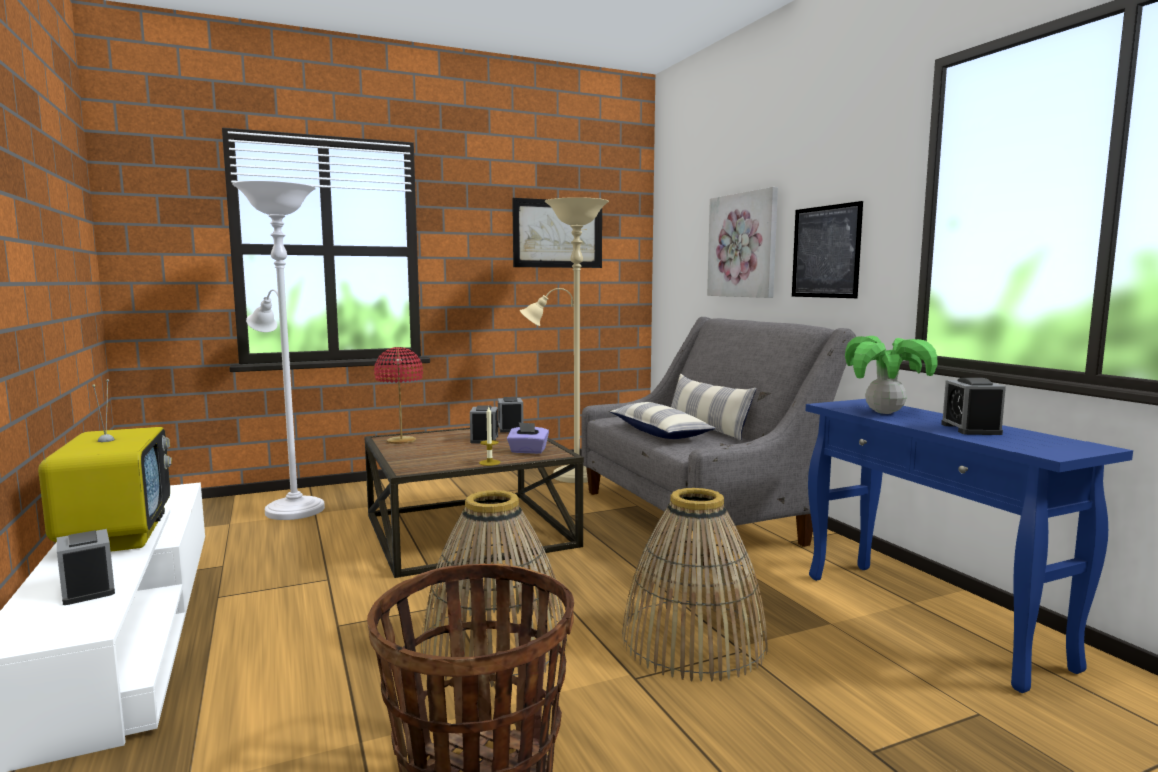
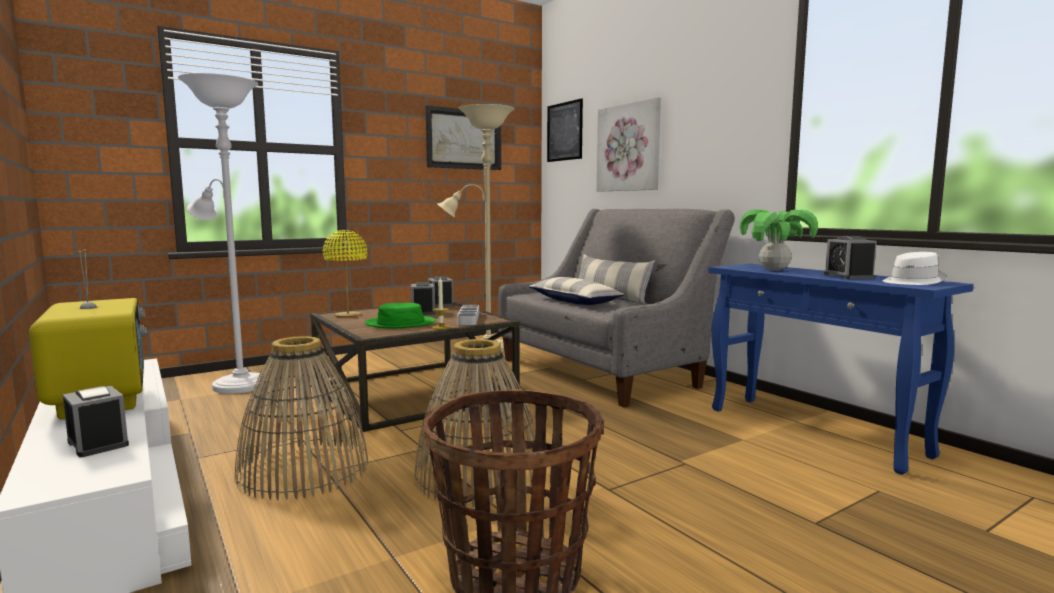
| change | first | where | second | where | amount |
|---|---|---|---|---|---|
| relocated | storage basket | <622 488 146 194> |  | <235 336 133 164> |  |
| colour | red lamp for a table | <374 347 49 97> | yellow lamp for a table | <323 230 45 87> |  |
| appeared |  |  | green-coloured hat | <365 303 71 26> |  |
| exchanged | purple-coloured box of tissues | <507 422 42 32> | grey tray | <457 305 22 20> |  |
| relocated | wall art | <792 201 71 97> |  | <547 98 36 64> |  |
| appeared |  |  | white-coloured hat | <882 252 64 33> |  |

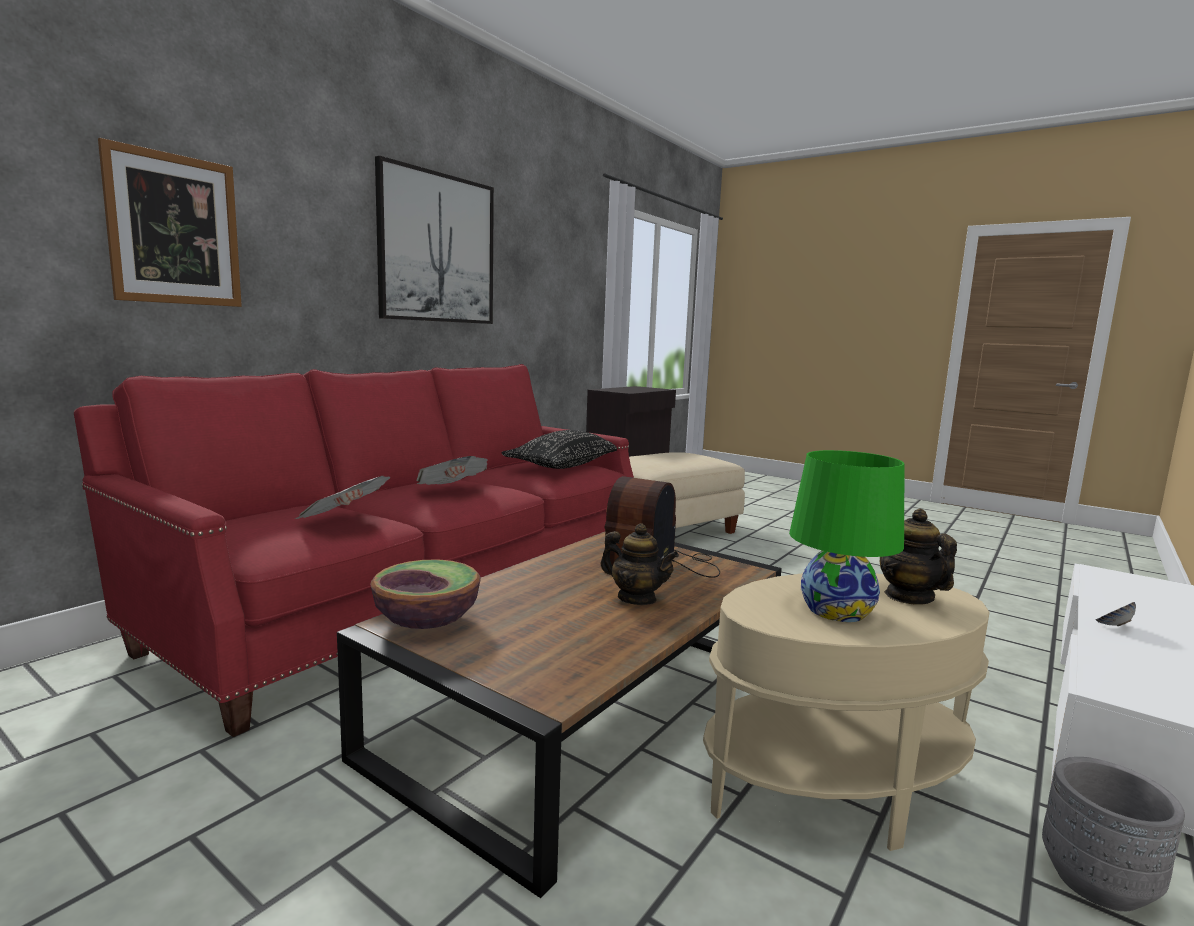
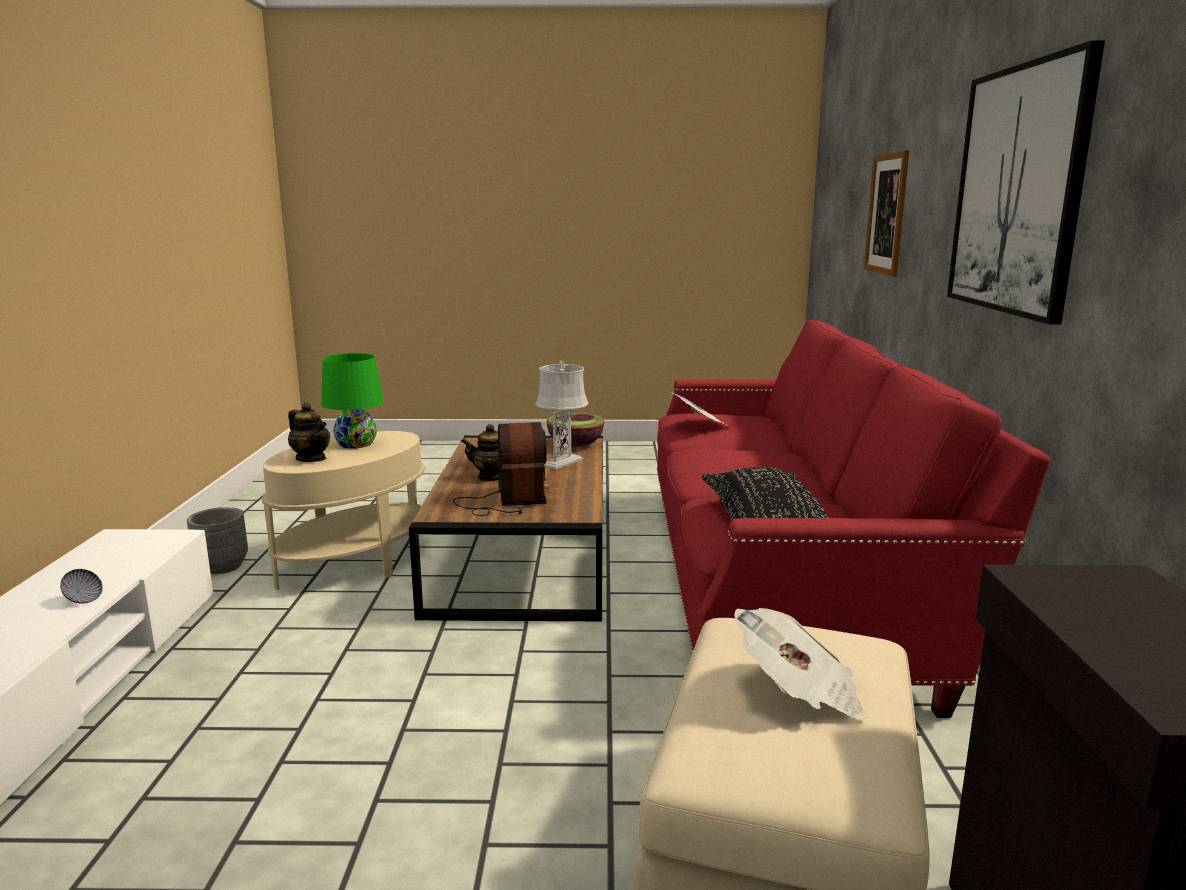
| change | first | where | second | where | amount |
|---|---|---|---|---|---|
| appeared |  |  | grey lamp for a table | <535 360 53 109> |  |
| relocated | printed paper | <417 456 70 29> |  | <734 608 132 112> |  |

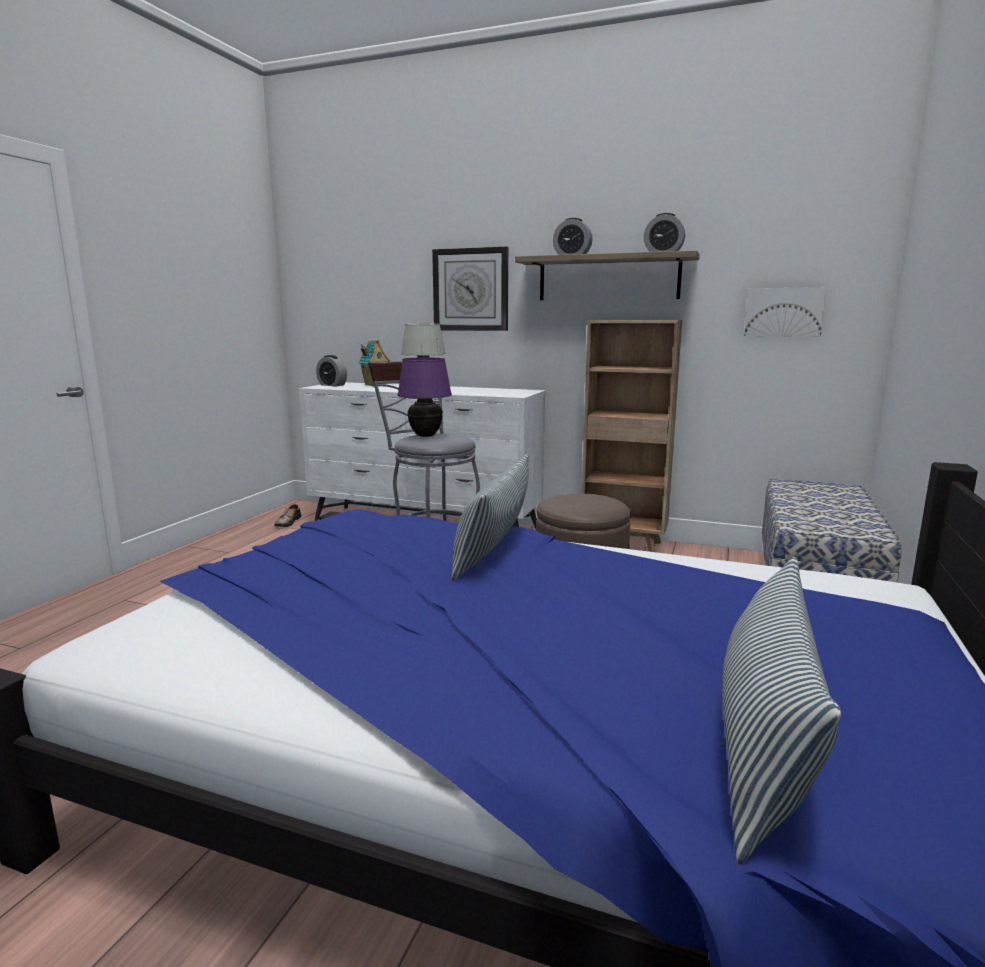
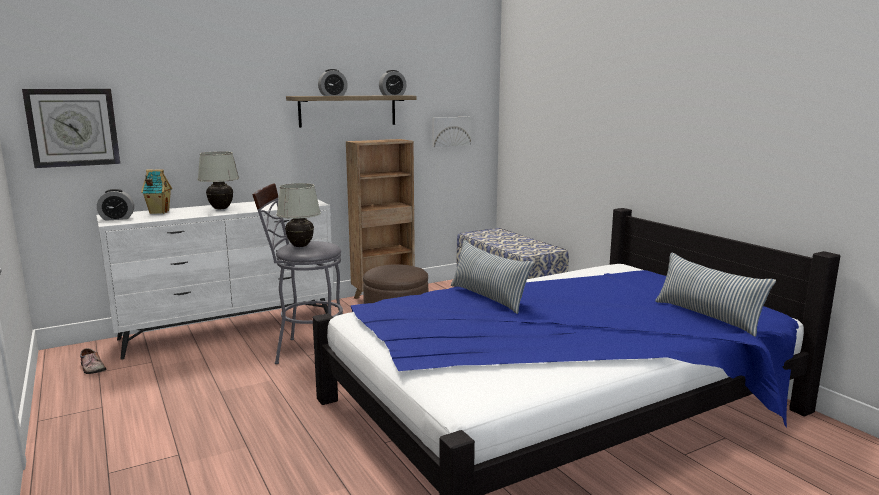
| change | first | where | second | where | amount |
|---|---|---|---|---|---|
| relocated | hanging clock | <432 247 76 84> |  | <22 89 98 79> |  |
| colour | purple-coloured lamp for a table | <397 358 55 79> | white-coloured lamp for a table | <276 183 45 64> |  |

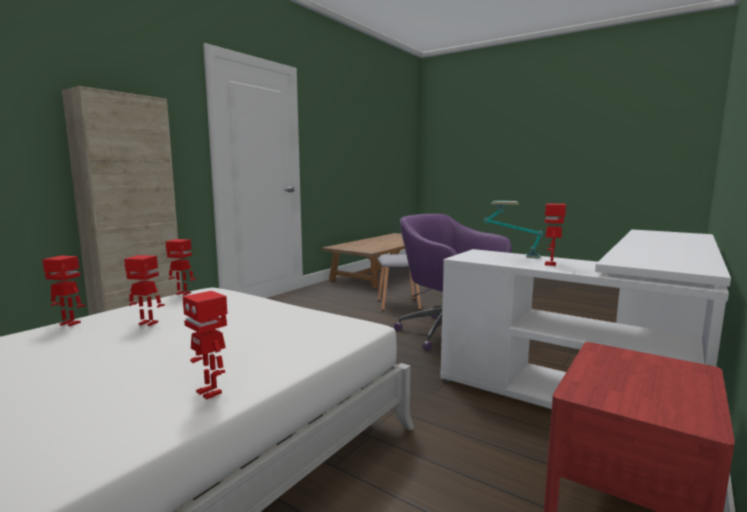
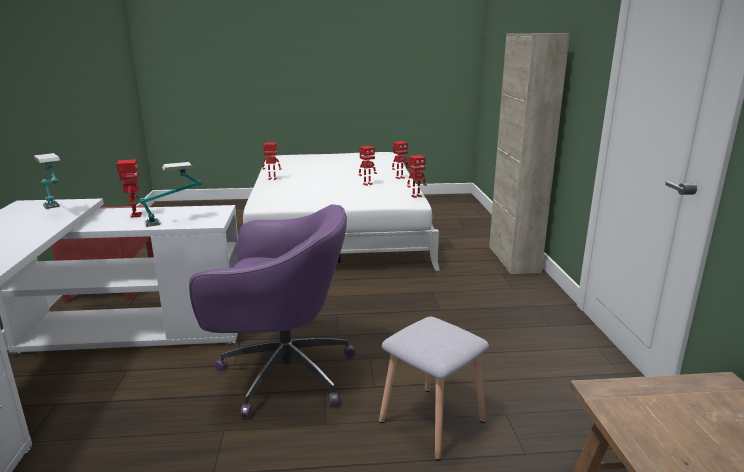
| change | first | where | second | where | amount |
|---|---|---|---|---|---|
| appeared |  |  | lamp for a table | <34 153 26 56> |  |

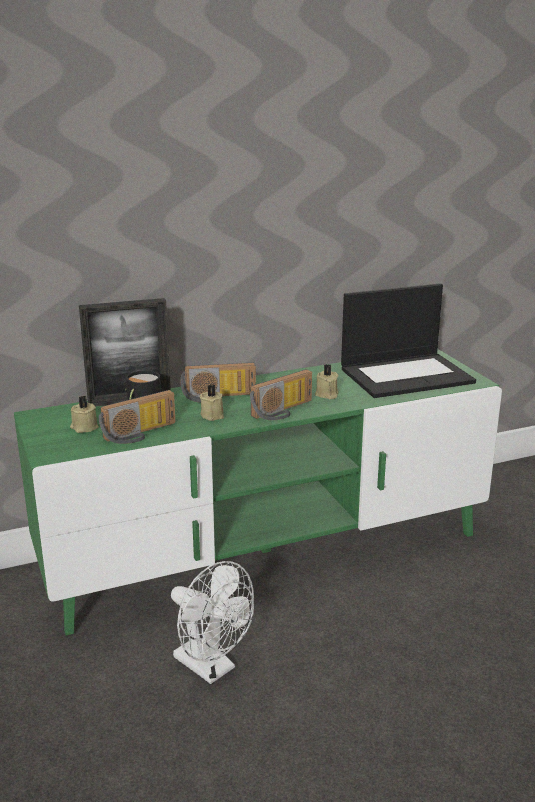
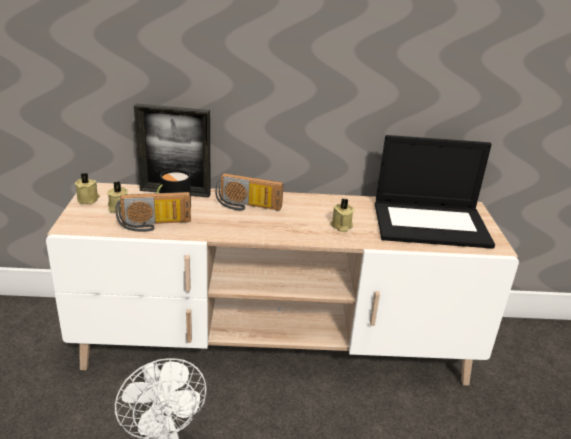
| change | first | where | second | where | amount |
|---|---|---|---|---|---|
| colour | green-coloured media console | <14 349 488 287> | beige-coloured media console | <46 183 473 203> |  |
| relocated | beige-coloured wax candle | <200 384 24 37> |  | <75 173 25 31> |  |
| missing | radio receiver | <250 369 62 51> |  |  |  |

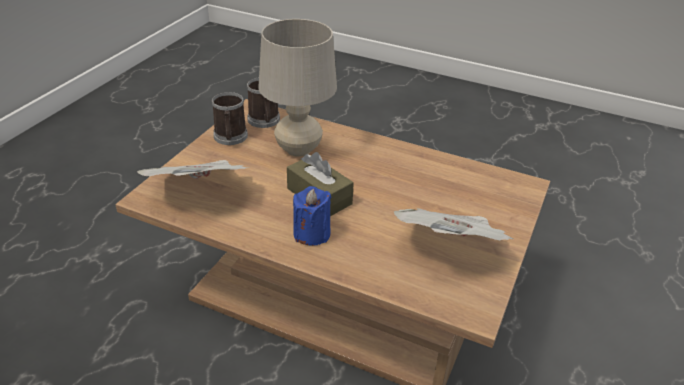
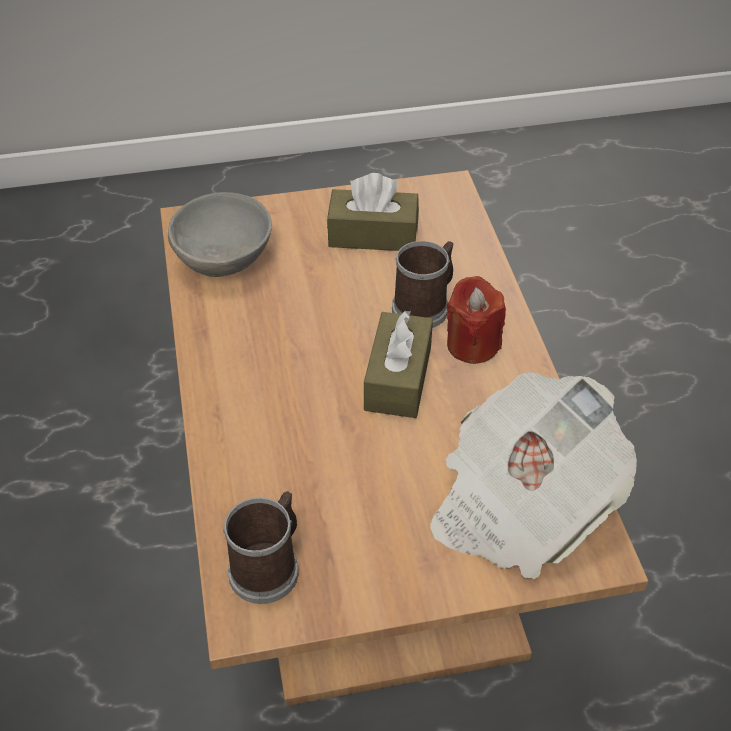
| change | first | where | second | where | amount |
|---|---|---|---|---|---|
| appeared |  |  | grey bowl | <168 192 104 85> |  |
| exchanged | printed paper | <394 208 119 32> | brown box of tissues | <327 173 92 78> |  |
| relocated | mug | <211 92 37 53> |  | <392 241 61 87> |  |
| colour | blue wax candle | <293 186 38 60> | red wax candle | <446 276 60 88> |  |
| missing | beige-coloured lamp for a table | <259 19 78 138> |  |  |  |

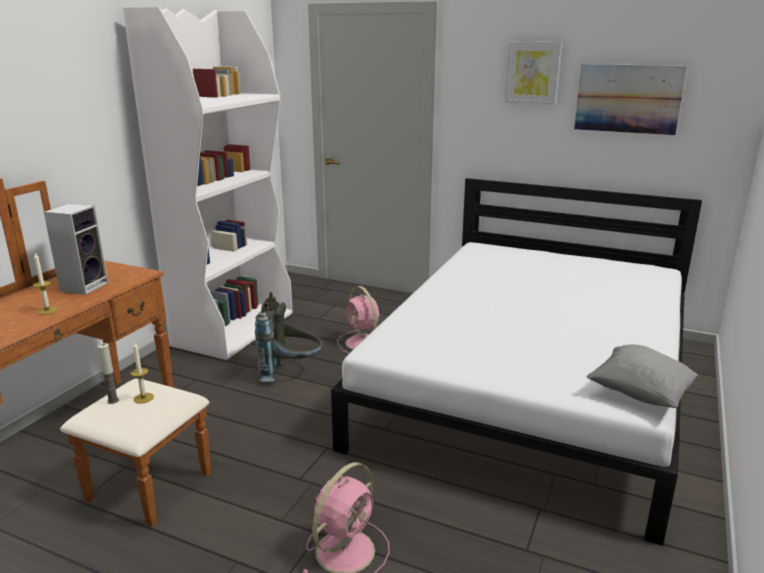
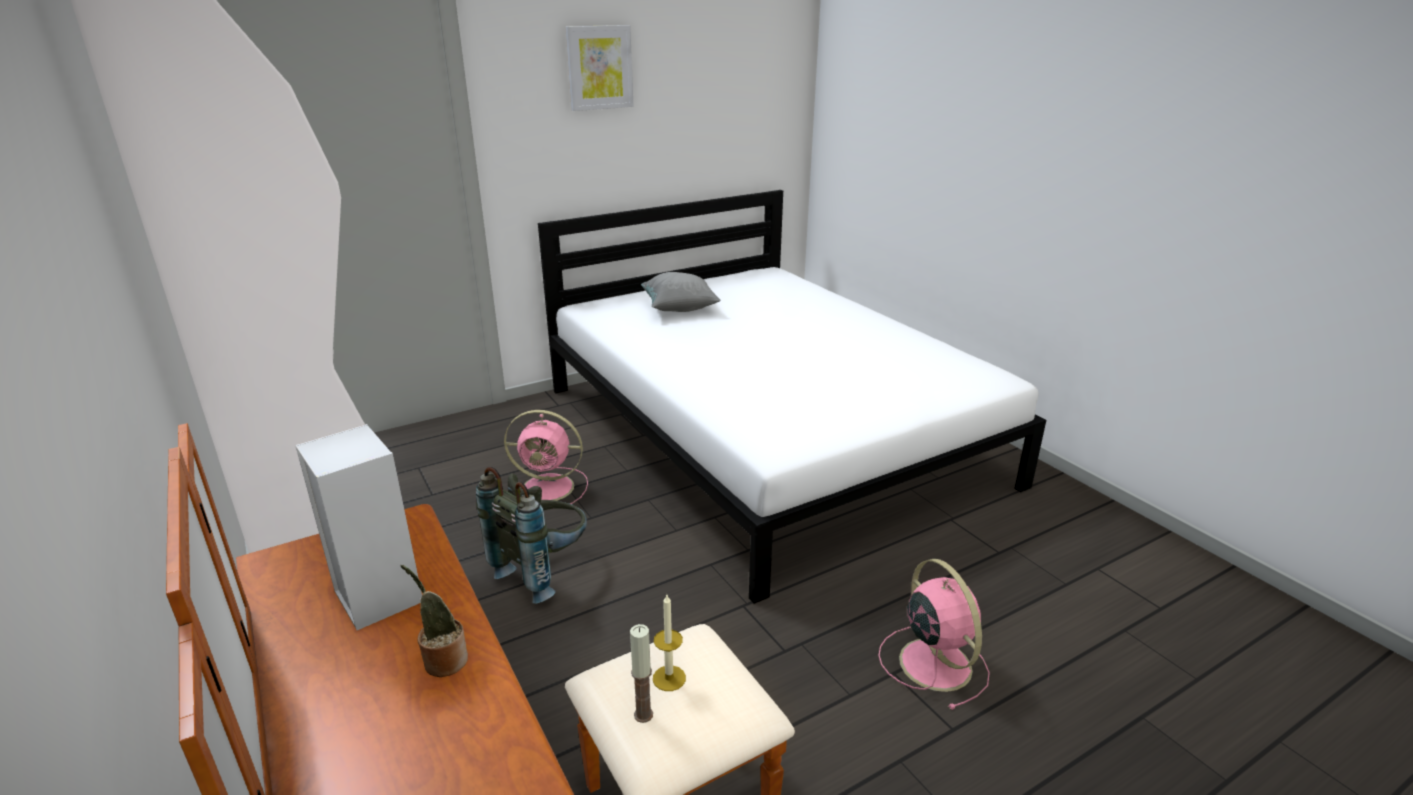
| change | first | where | second | where | amount |
|---|---|---|---|---|---|
| exchanged | wax candle | <33 253 25 62> | houseplant | <401 565 67 112> |  |
| relocated | grey pillow | <587 344 111 64> |  | <641 272 80 40> |  |
| missing | wall art | <574 64 113 71> |  |  |  |

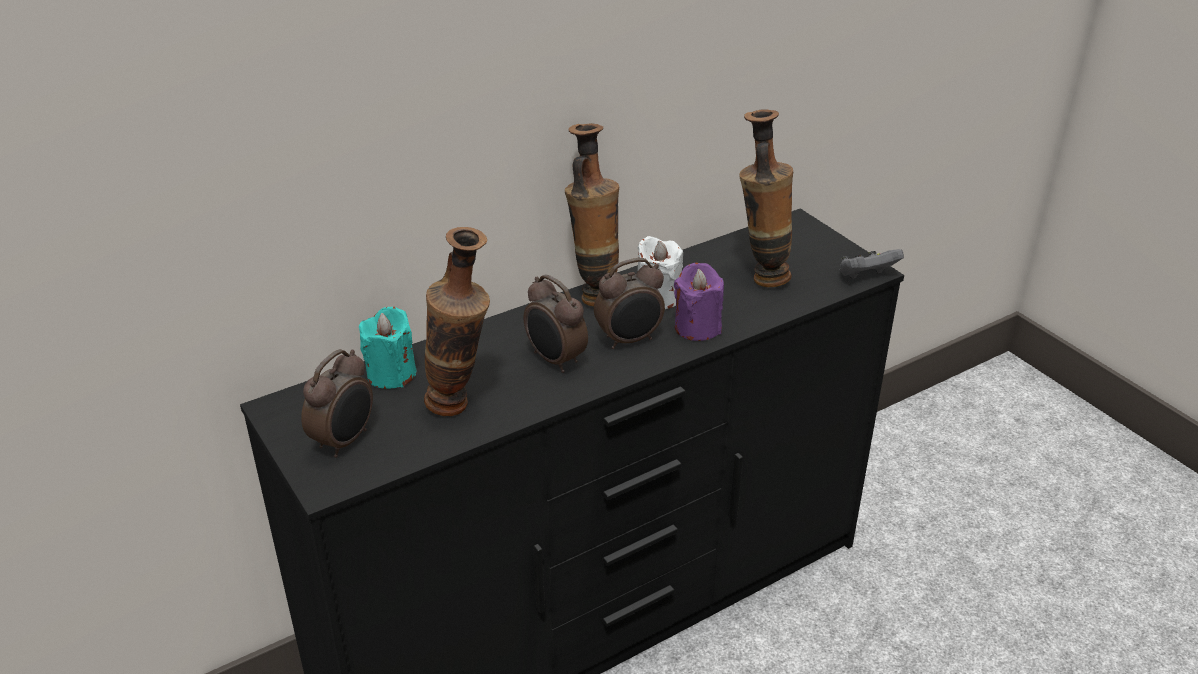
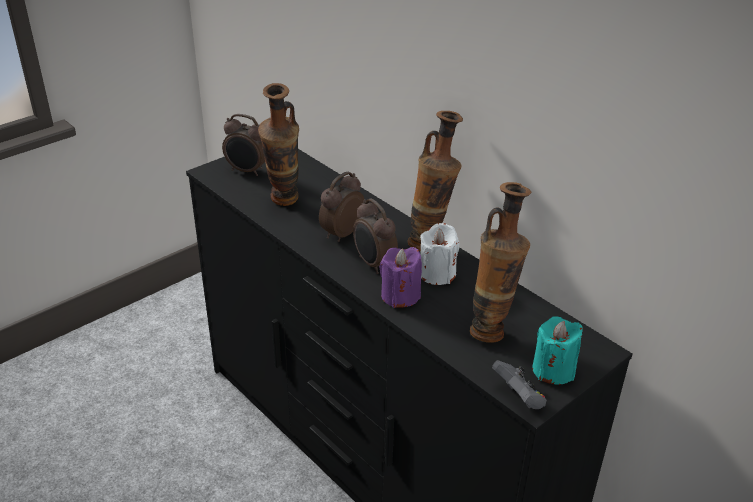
| change | first | where | second | where | amount |
|---|---|---|---|---|---|
| relocated | turquoise-coloured wax candle | <359 307 57 82> |  | <532 316 51 69> |  |

